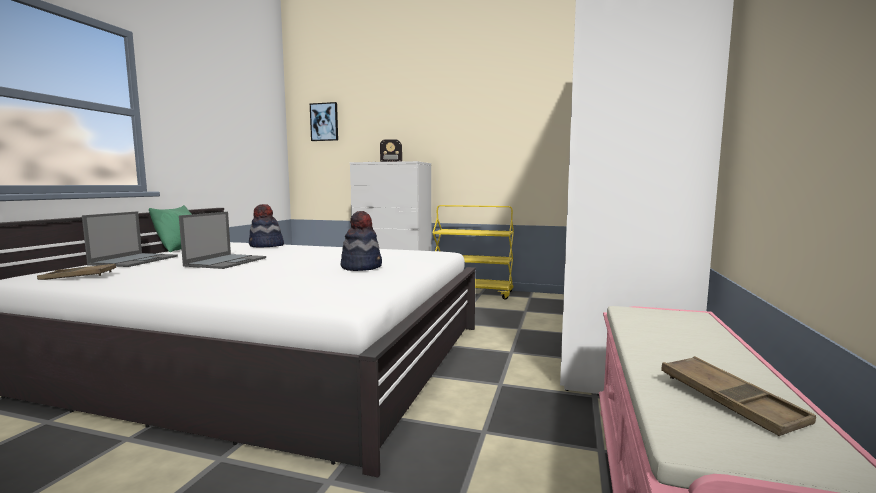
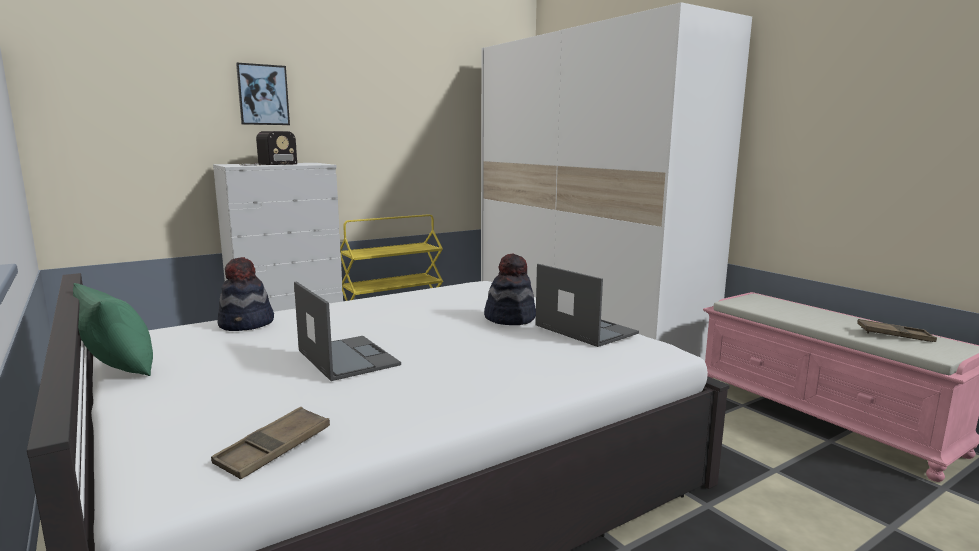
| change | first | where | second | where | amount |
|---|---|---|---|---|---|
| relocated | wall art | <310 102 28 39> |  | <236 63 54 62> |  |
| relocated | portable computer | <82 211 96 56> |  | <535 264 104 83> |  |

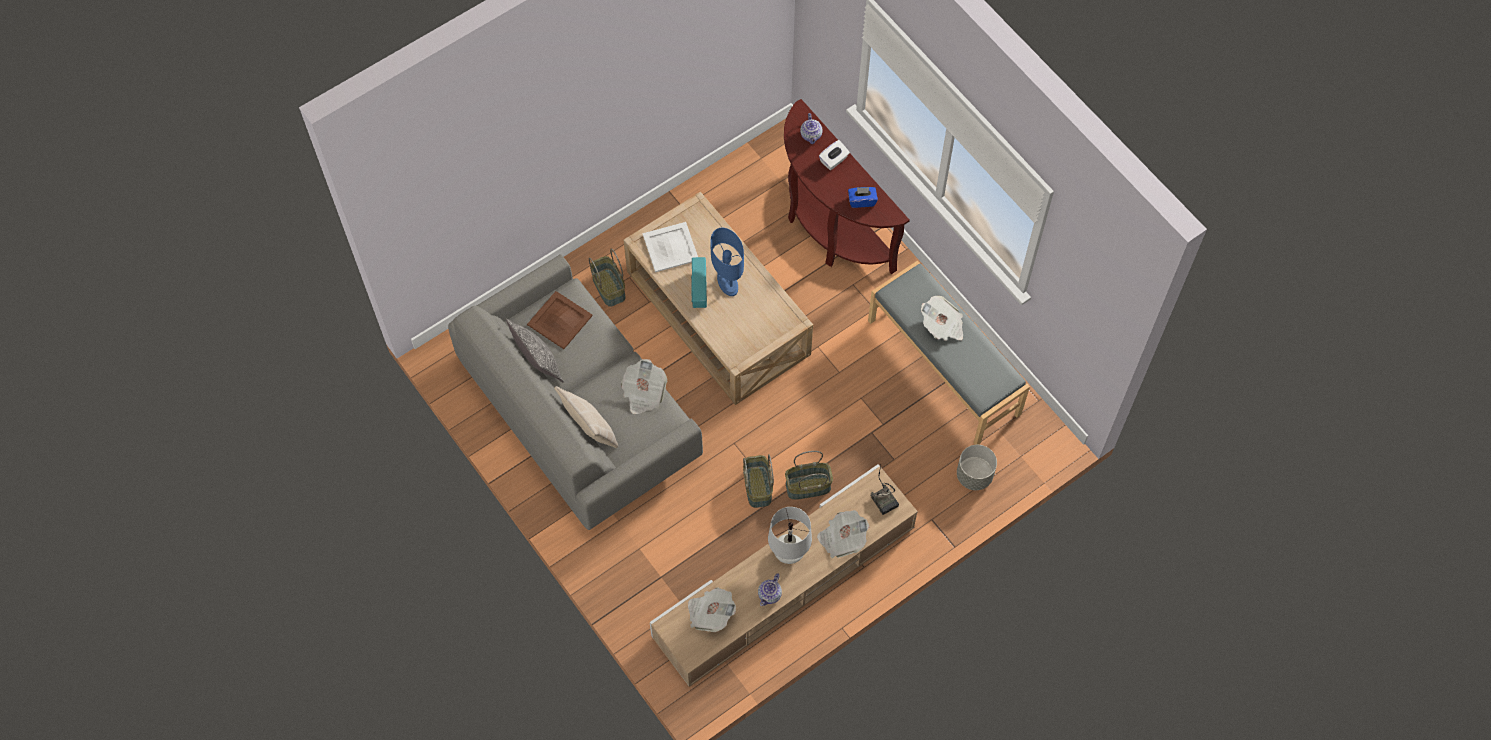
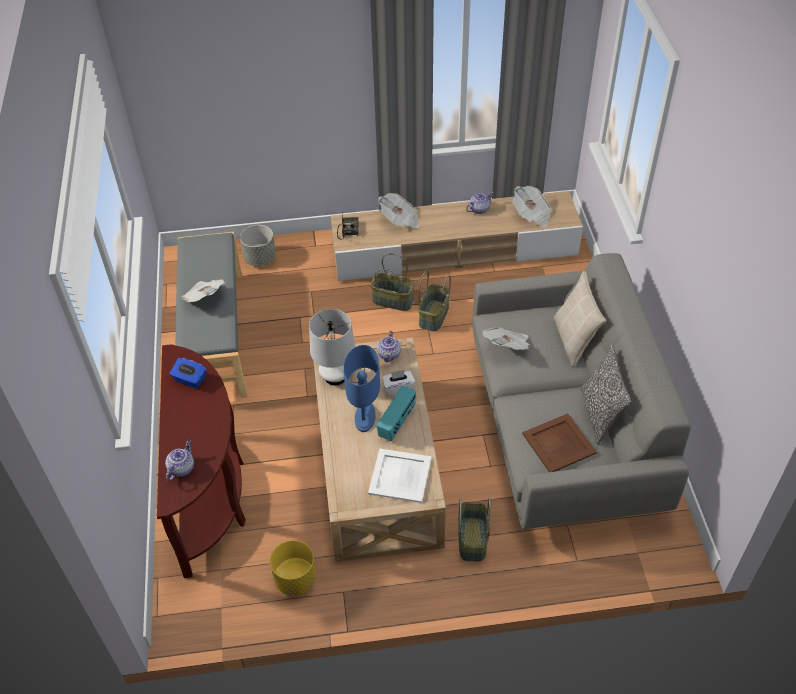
| change | first | where | second | where | amount |
|---|---|---|---|---|---|
| appeared |  |  | yellow plant pot | <270 540 46 56> |  |
| relocated | white-coloured lamp for a table | <768 507 44 57> |  | <309 309 46 76> |  |
| appeared |  |  | pot for tea | <377 331 24 31> |  |
| relocated | white-coloured box of tissues | <819 140 31 30> |  | <382 370 34 26> |  |

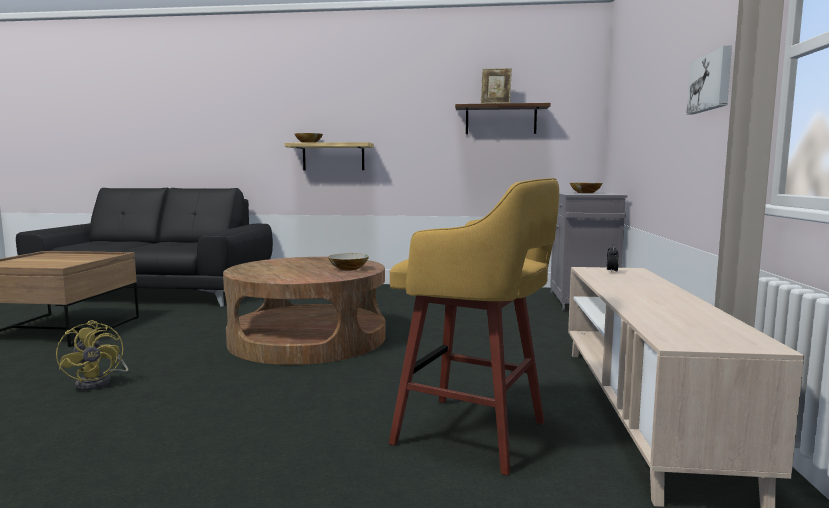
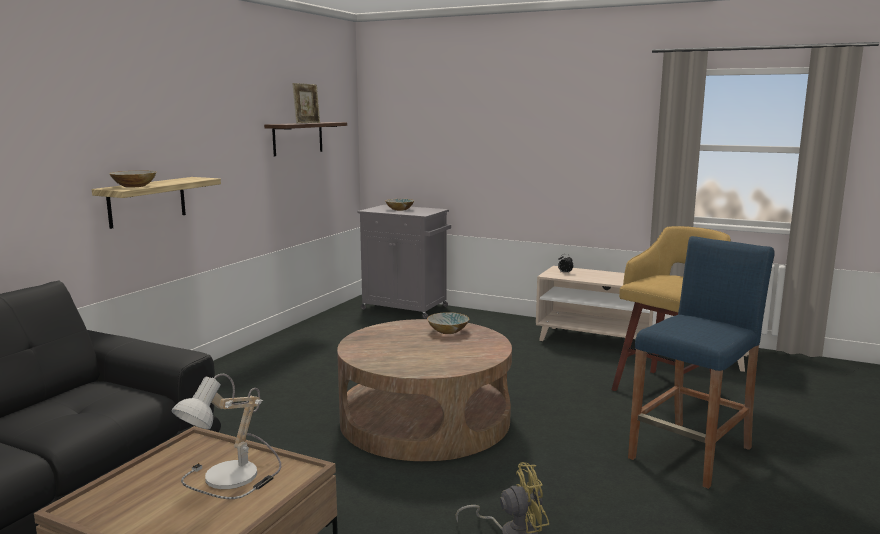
| change | first | where | second | where | amount |
|---|---|---|---|---|---|
| appeared |  |  | lamp for a table | <171 374 110 125> |  |
| appeared |  |  | blue sitting stool | <628 236 147 253> |  |
| missing | wall art | <686 46 46 68> |  |  |  |

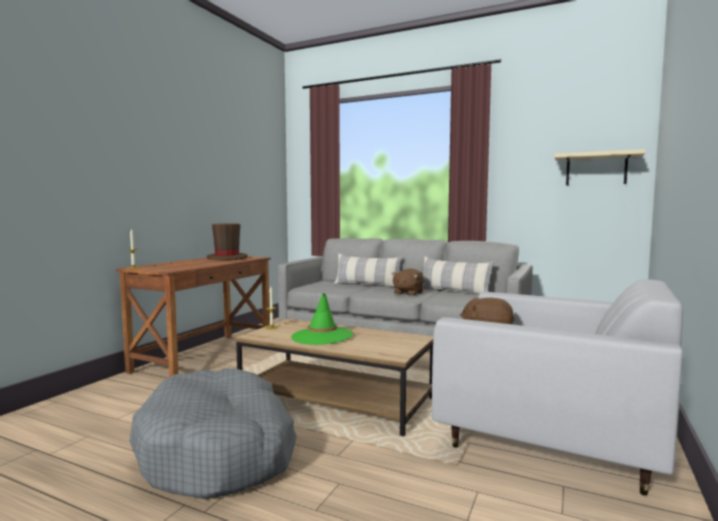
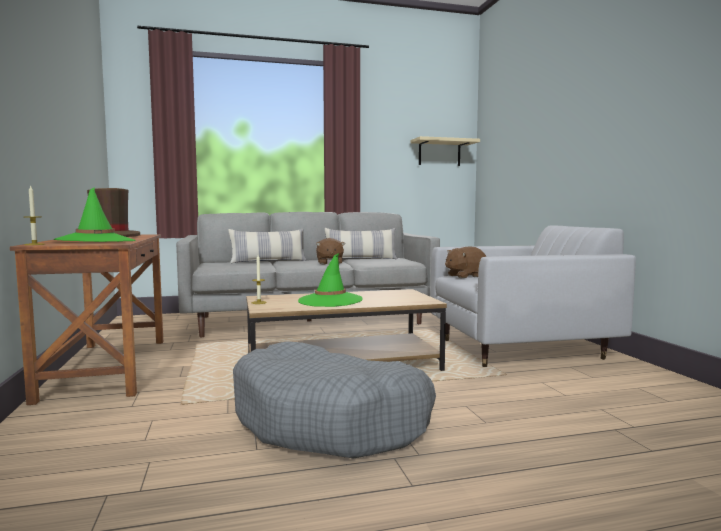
| change | first | where | second | where | amount |
|---|---|---|---|---|---|
| appeared |  |  | green-coloured hat | <54 187 82 55> |  |

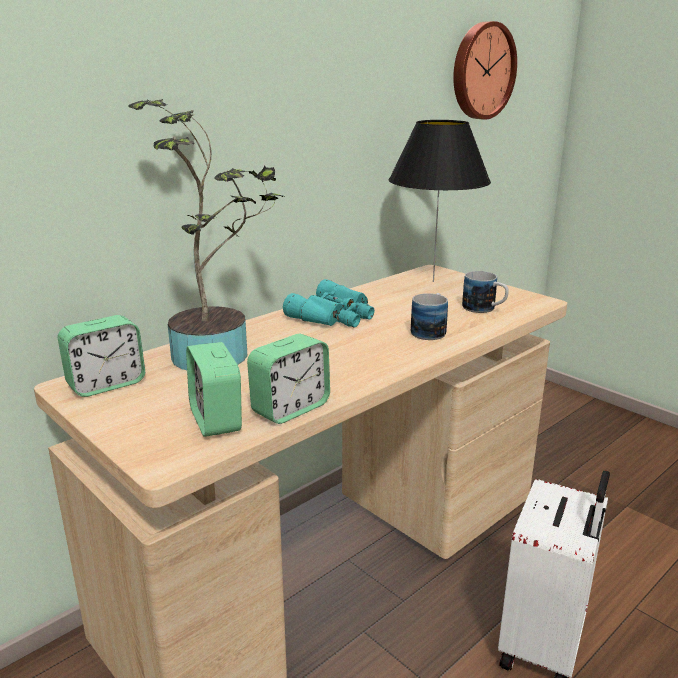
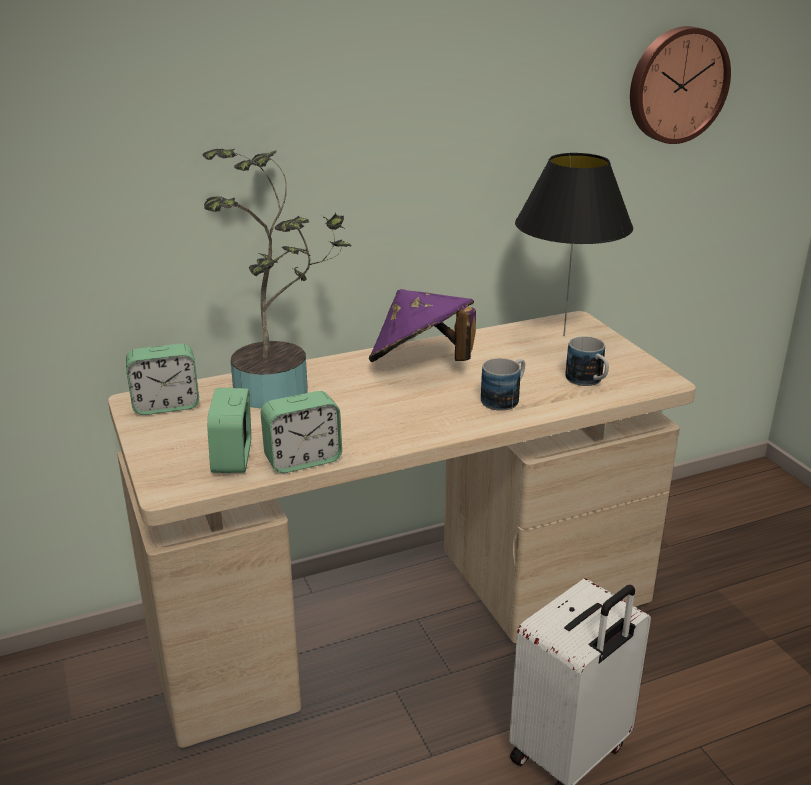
| change | first | where | second | where | amount |
|---|---|---|---|---|---|
| exchanged | turquoise-coloured pair of binoculars | <283 279 92 49> | purple-coloured hat | <369 289 107 73> |  |

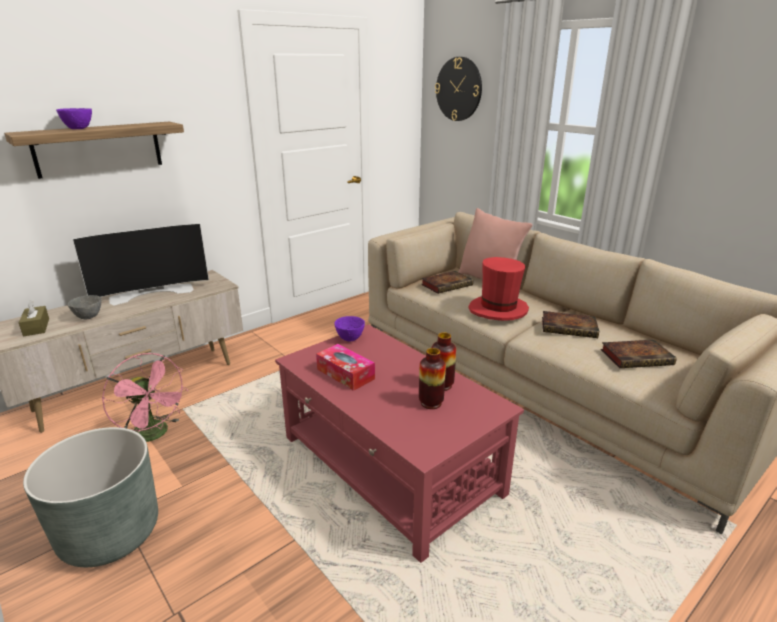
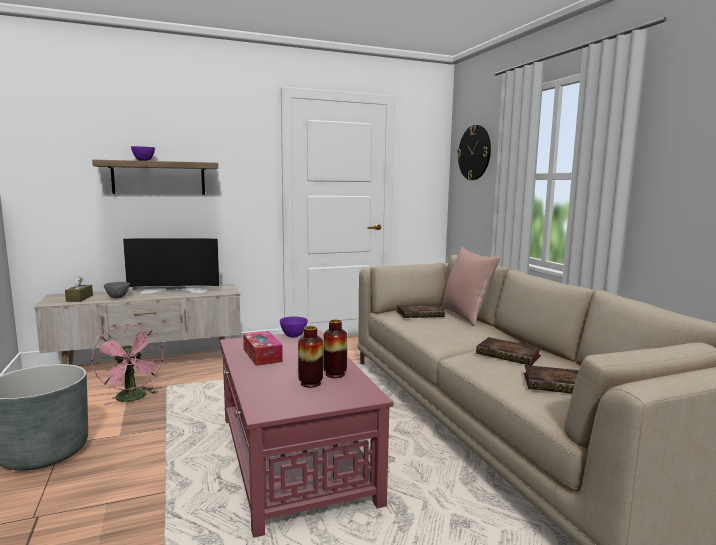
| change | first | where | second | where | amount |
|---|---|---|---|---|---|
| missing | red hat | <469 257 60 64> |  |  |  |

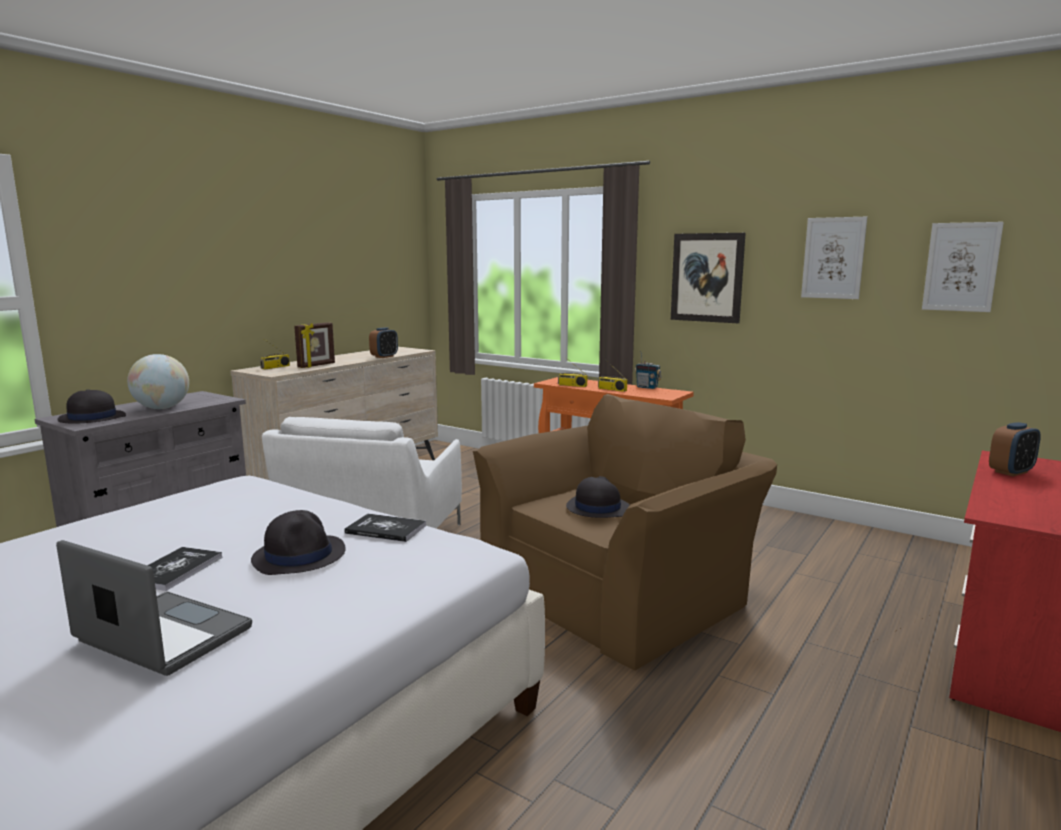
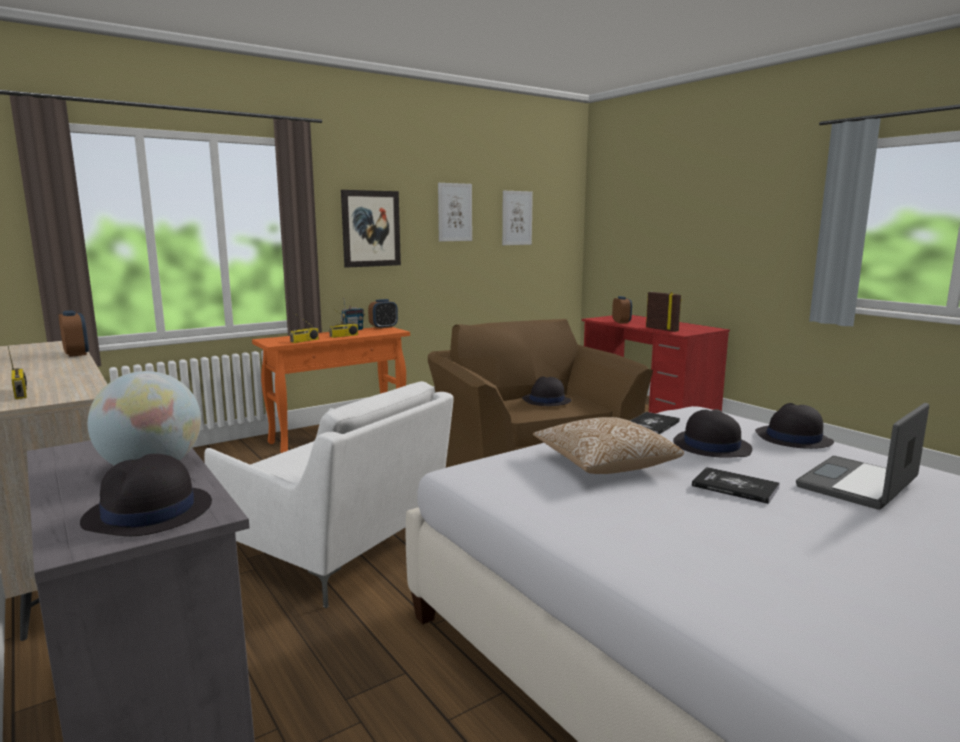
| change | first | where | second | where | amount |
|---|---|---|---|---|---|
| appeared |  |  | alarm clock | <368 299 30 30> |  |
| appeared |  |  | pillow | <533 417 151 57> |  |
| relocated | photo frame | <294 322 41 46> |  | <646 292 36 40> |  |
| appeared |  |  | black-coloured hat | <755 403 79 46> |  |

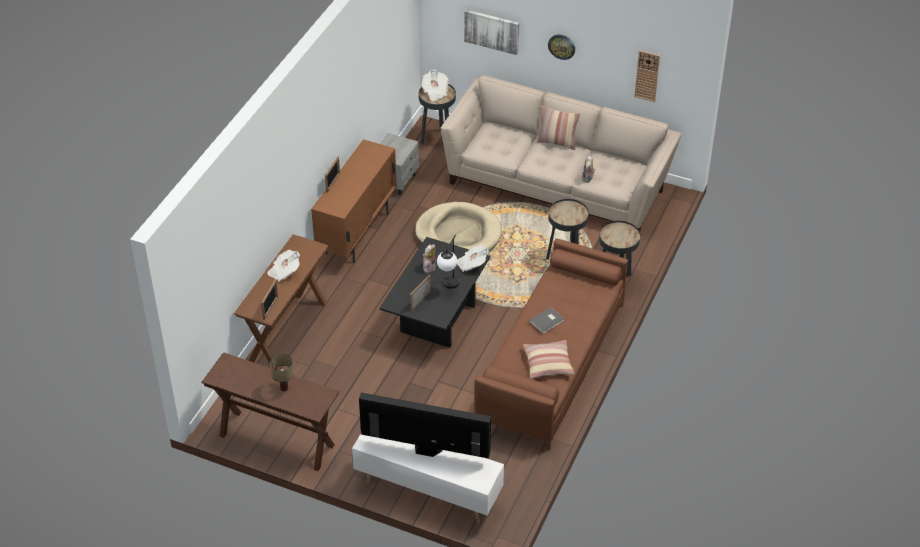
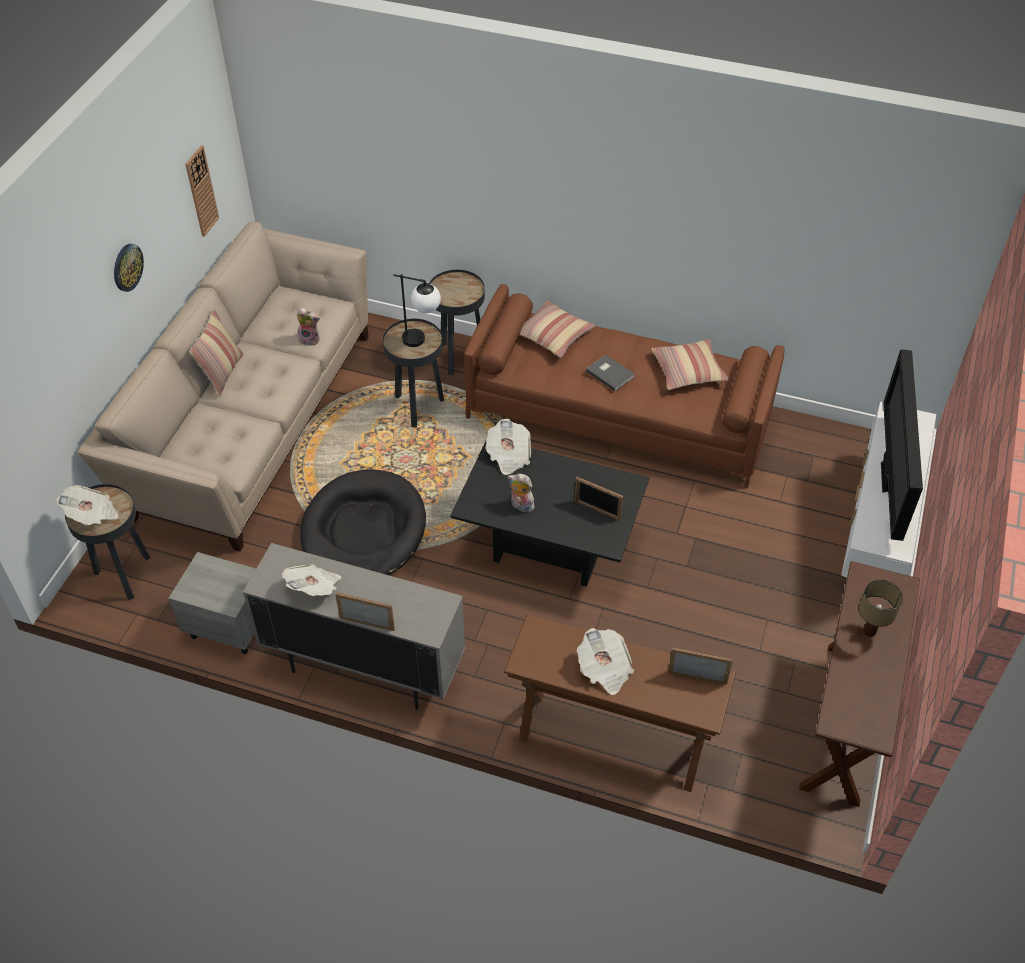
| change | first | where | second | where | amount |
|---|---|---|---|---|---|
| colour | brown cabinet | <311 139 86 124> | grey cabinet | <243 543 222 167> |  |
| appeared |  |  | printed paper | <282 564 60 32> |  |
| colour | beige-coloured dog bed | <415 202 87 49> | black-coloured dog bed | <300 469 126 106> |  |
| relocated | lamp for a table | <437 235 22 54> |  | <393 274 48 73> |  |
| appeared |  |  | pillow | <520 301 75 57> |  |
| missing | wall art | <464 10 55 45> |  |  |  |

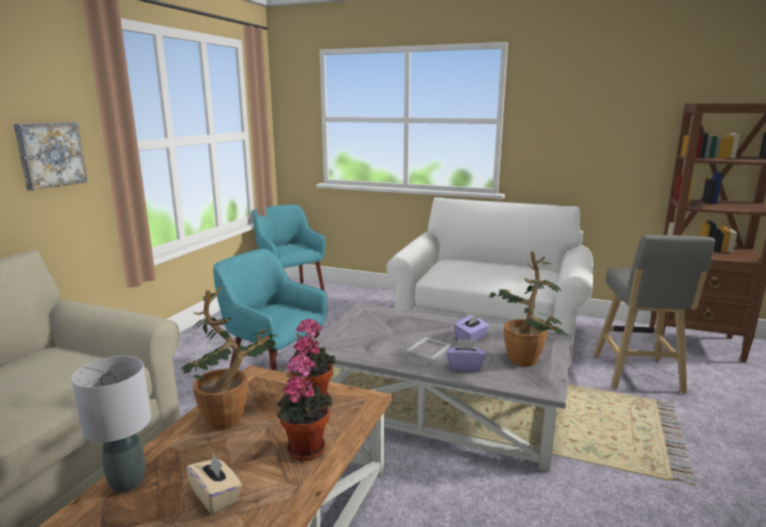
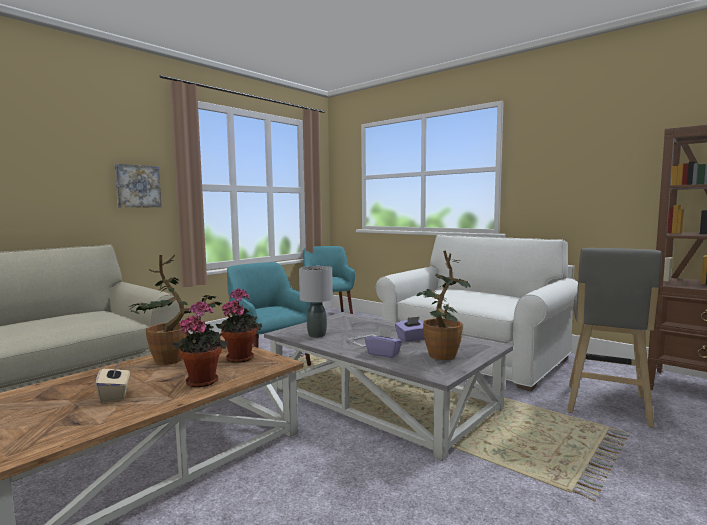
| change | first | where | second | where | amount |
|---|---|---|---|---|---|
| relocated | grey lamp for a table | <71 356 80 137> |  | <299 266 34 72> |  |

